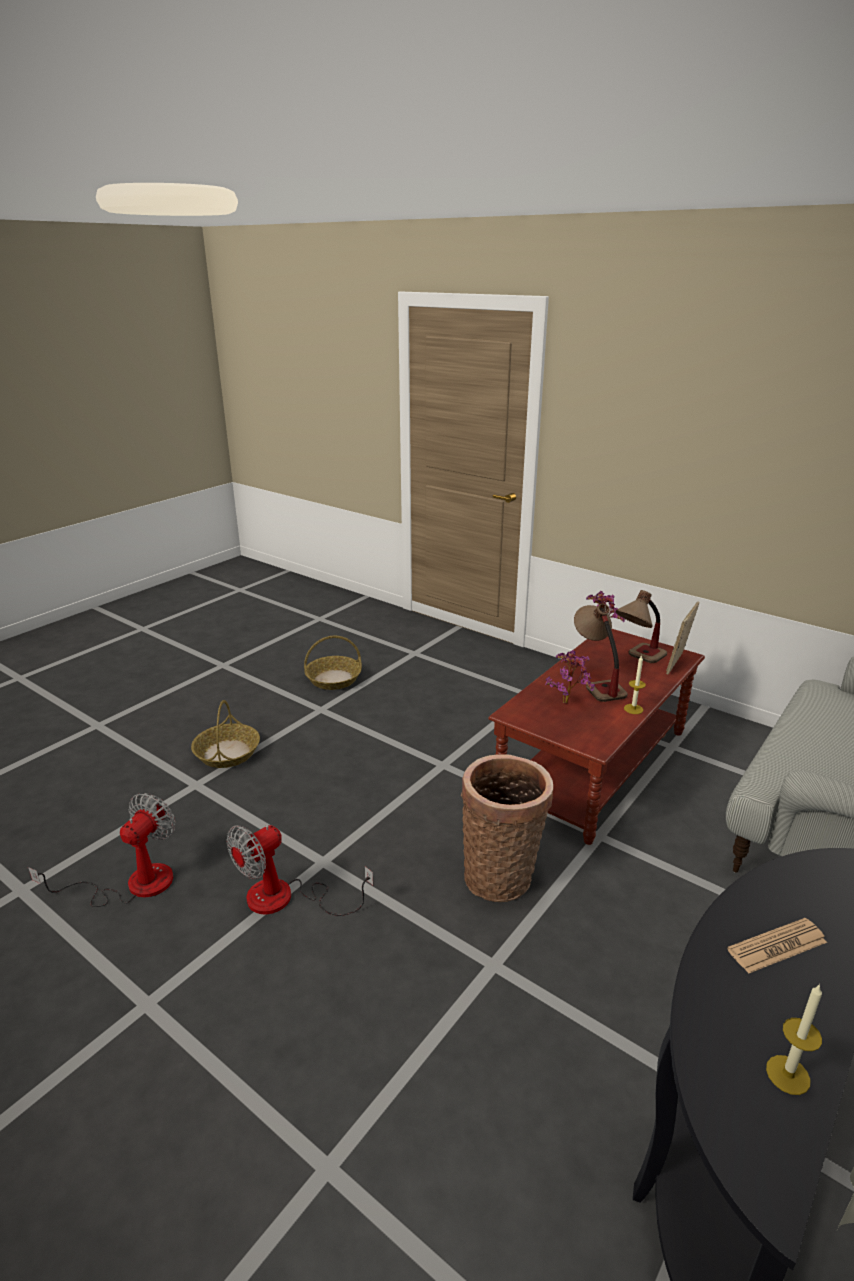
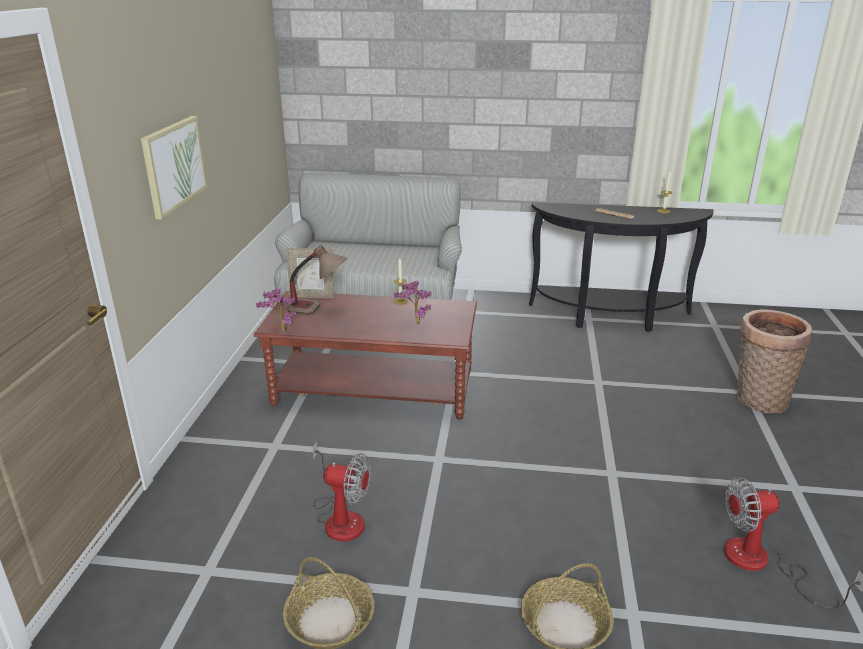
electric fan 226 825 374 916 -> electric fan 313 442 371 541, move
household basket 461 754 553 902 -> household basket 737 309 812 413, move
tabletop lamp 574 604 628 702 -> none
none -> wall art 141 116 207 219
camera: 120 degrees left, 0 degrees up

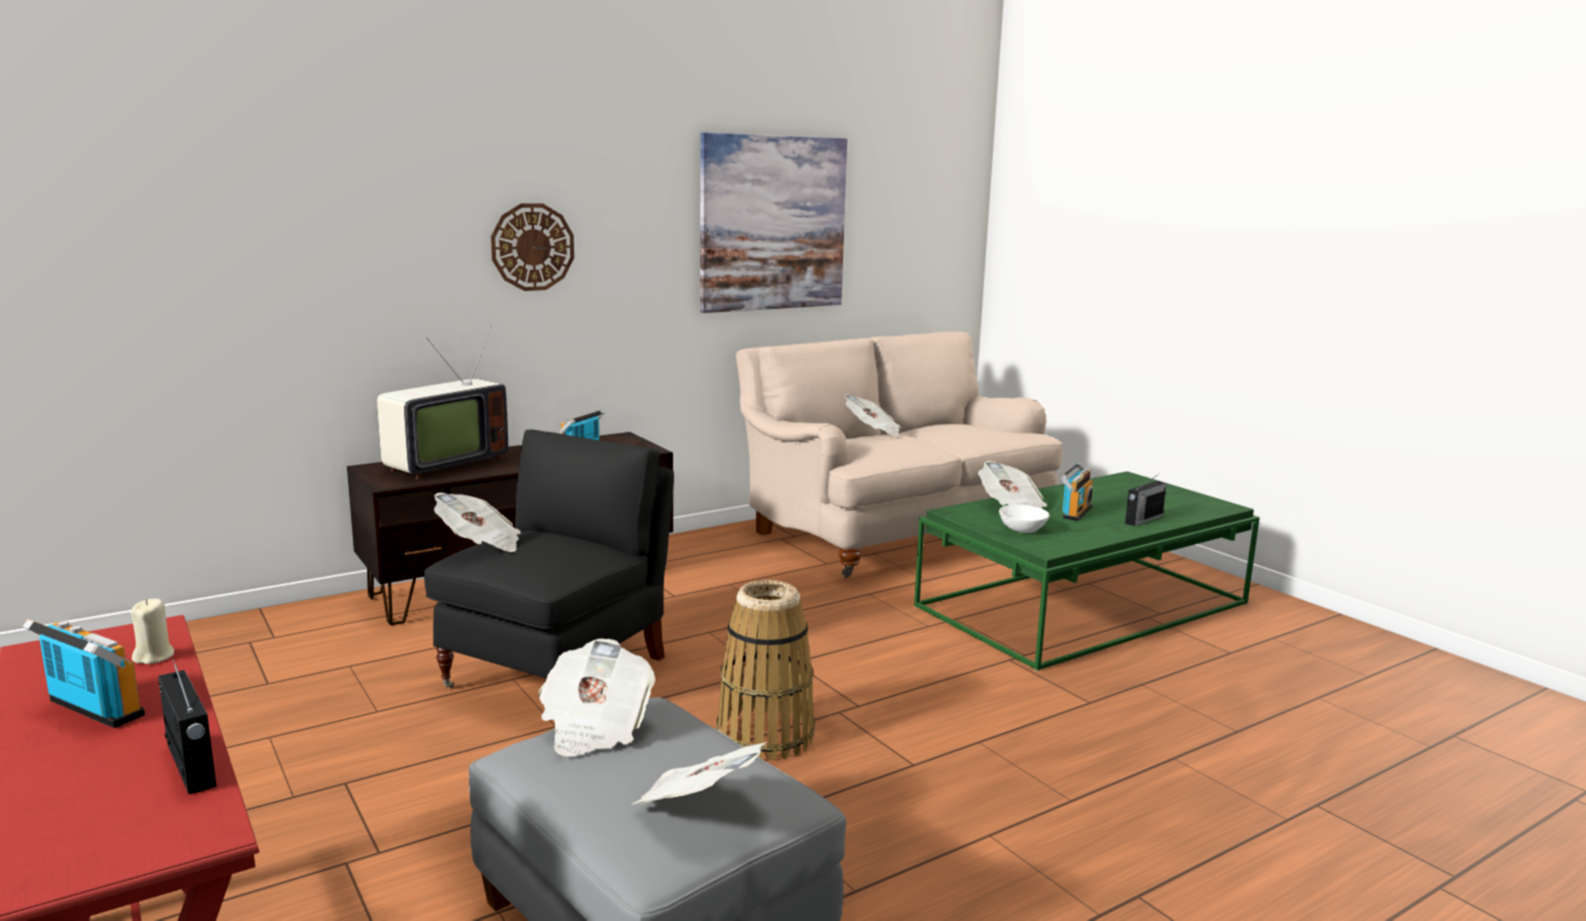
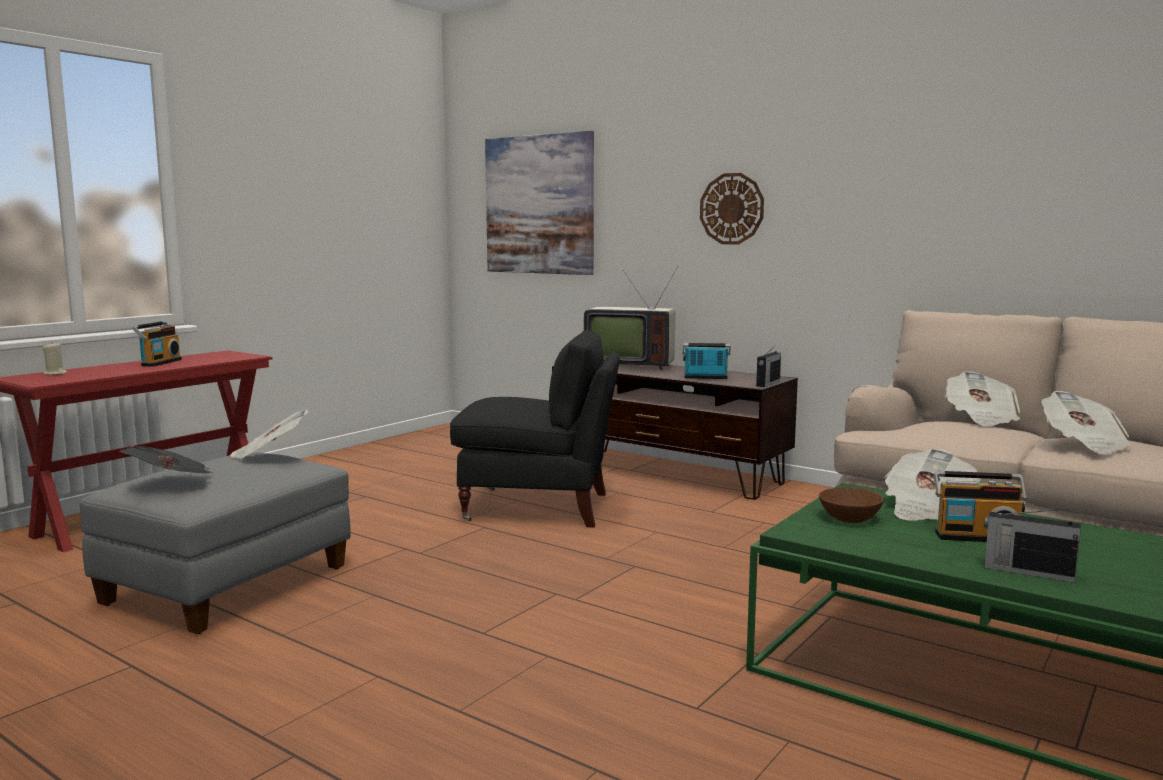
sand-coloured wax candle 131 599 174 664 -> sand-coloured wax candle 43 342 67 375, move
radio set 158 658 217 794 -> radio set 756 350 781 387, move
daily paper 434 493 521 552 -> daily paper 1041 391 1133 455, move
wall art 700 132 847 313 -> wall art 485 130 594 275, move
household basket 716 580 815 761 -> none
white bowl 999 504 1049 533 -> brown-coloured bowl 819 487 884 523
camera: 70 degrees right, 5 degrees down

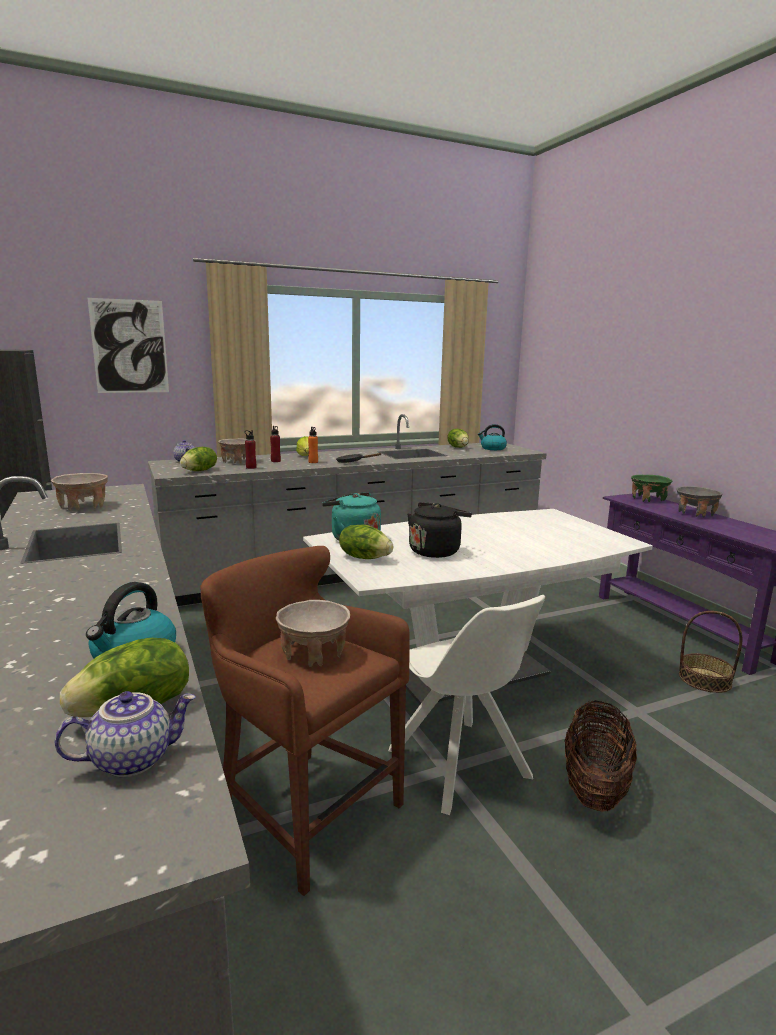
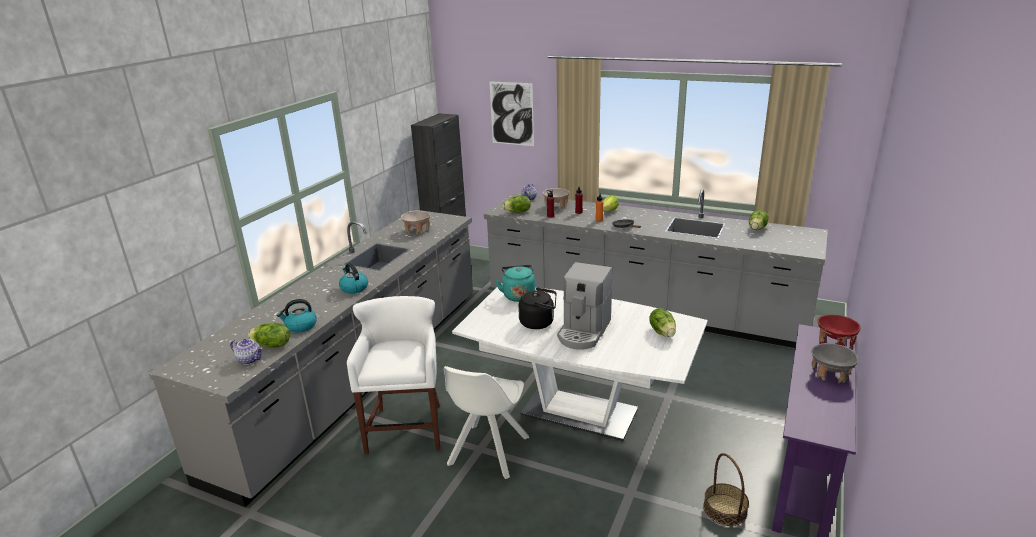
brown-coloured stool 200 546 409 896 -> white stool 347 296 440 454
sand-coloured bowl 276 600 350 667 -> none
head of lettuce 339 525 393 559 -> head of lettuce 649 308 676 337, move
water kettle 478 424 507 450 -> water kettle 339 263 368 294, move
household basket 565 700 637 812 -> none
green-coloured bowl 631 475 672 502 -> reddish bowl 818 315 861 348
none -> coffee maker 557 262 612 350
camera: 50 degrees right, 10 degrees up

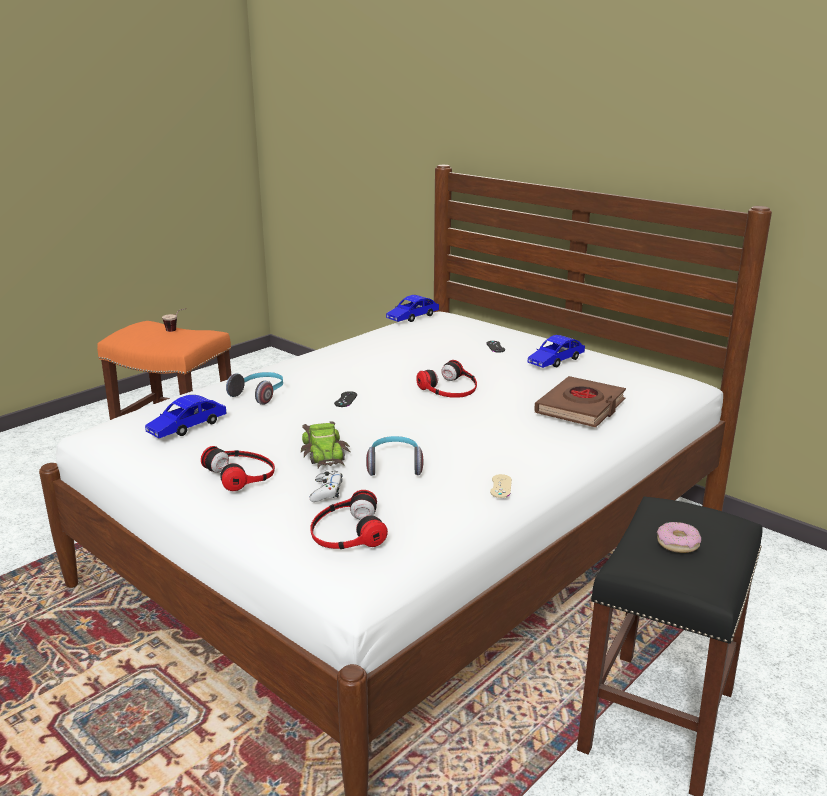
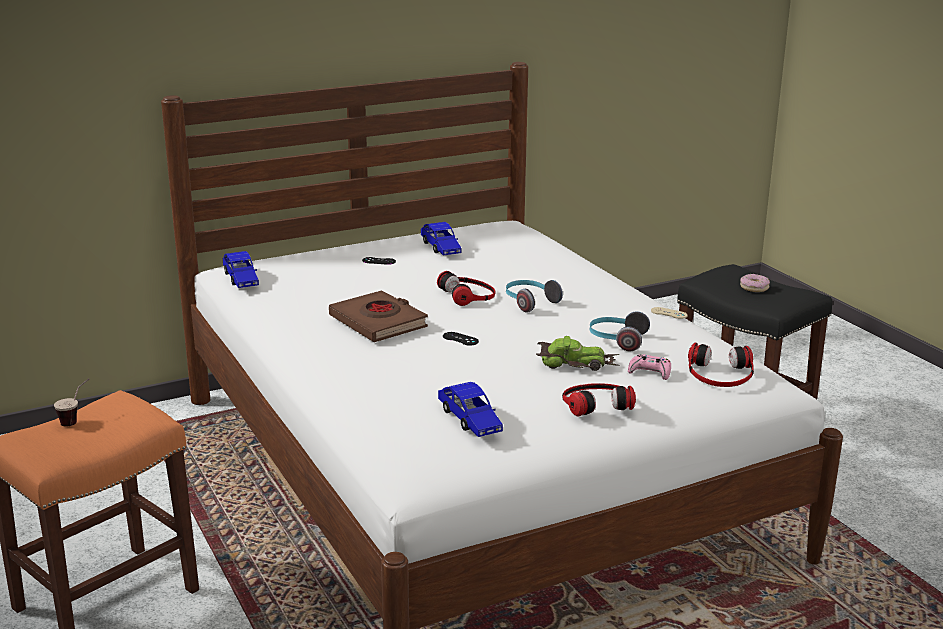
pair of headphones 226 372 283 405 -> pair of headphones 506 280 563 313, move
white gamepad 310 470 342 502 -> pinkish gamepad 628 354 671 380
brown-coloured bound book 534 376 626 427 -> brown-coloured bound book 329 290 428 342, move
camera: 70 degrees left, 0 degrees up

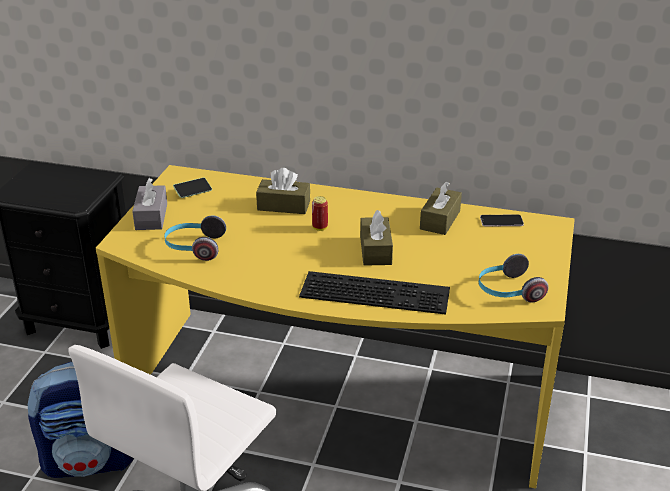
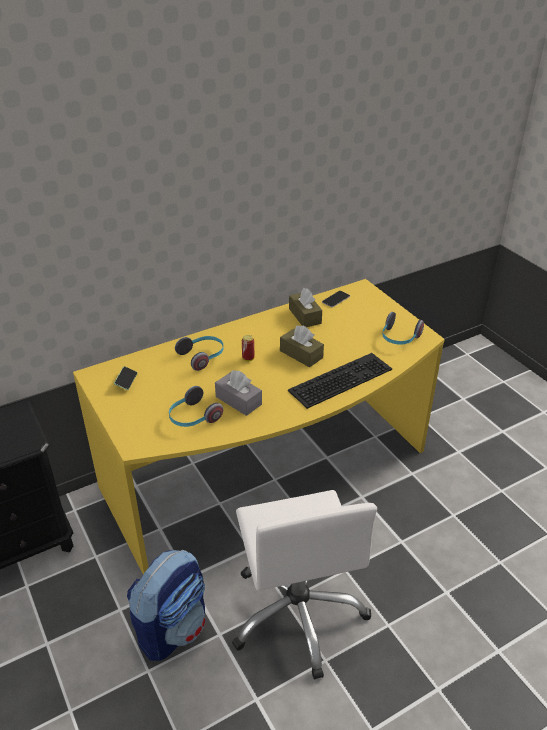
greyish tissue box 132 178 167 230 -> greyish tissue box 215 370 262 416, move
brown-coloured tissue box 256 168 310 214 -> pair of headphones 175 336 224 371
camera: 45 degrees left, 5 degrees up

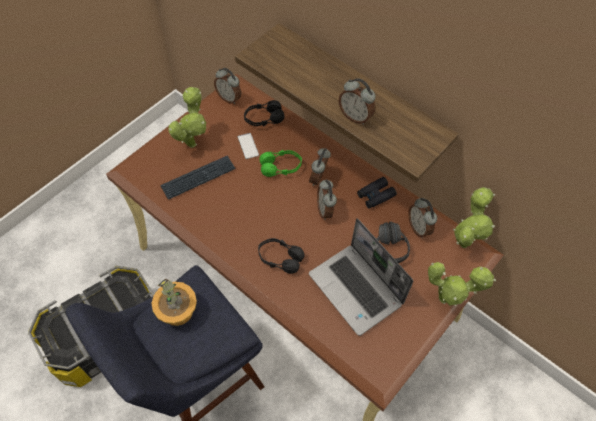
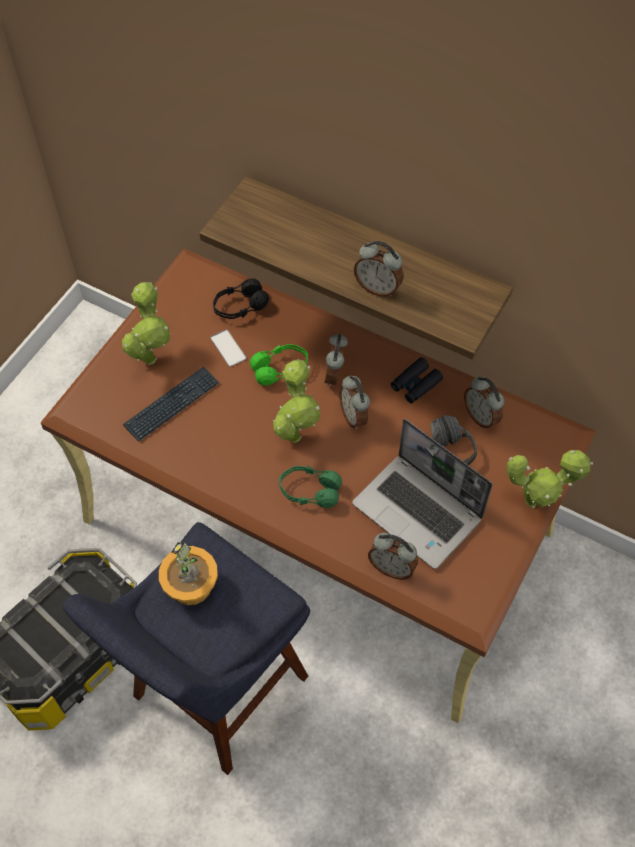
alarm clock 214 68 241 104 -> alarm clock 368 533 418 580, move
blackish pair of headphones 258 238 305 274 -> green-coloured pair of headphones 279 466 342 508
plant in a pot 453 187 495 248 -> plant in a pot 273 359 321 443, move
camera: 10 degrees left, 0 degrees up

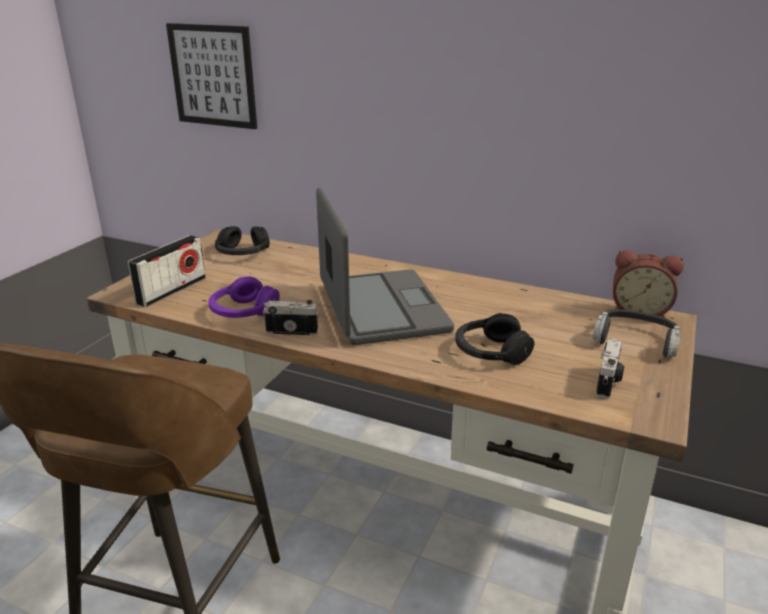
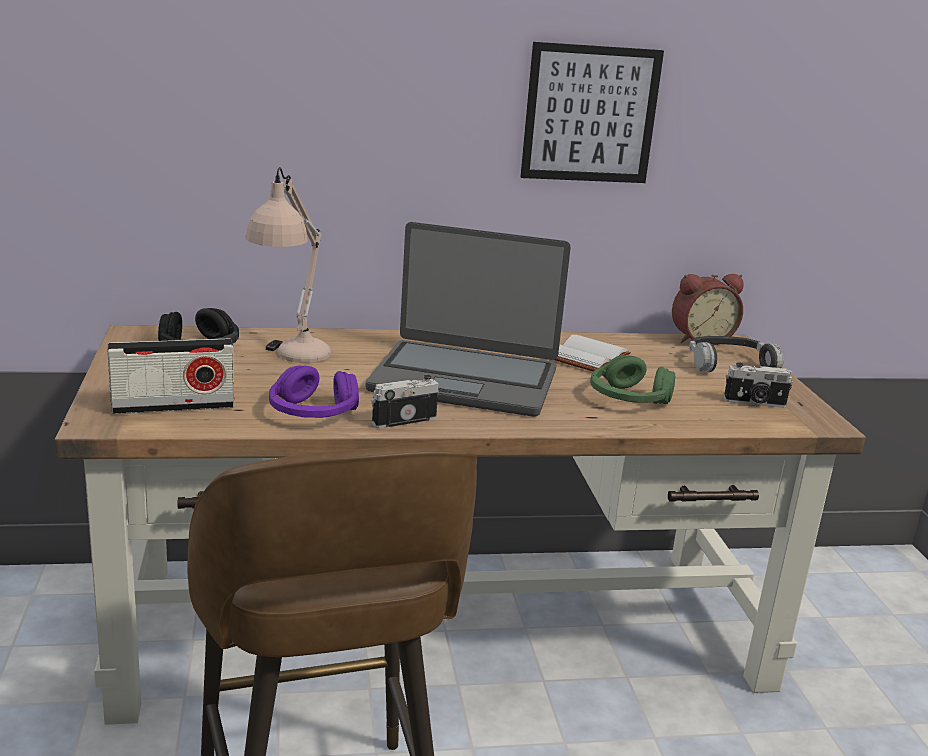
radio set 128 235 206 307 -> radio set 107 338 234 414, 75 degrees clockwise
wall art 166 23 257 129 -> wall art 520 42 664 183, move
notebook computer 316 187 454 345 -> notebook computer 366 222 571 417, 150 degrees clockwise
blackish pair of headphones 455 313 535 365 -> green-coloured pair of headphones 590 355 675 404
still camera 596 339 624 399 -> still camera 724 362 793 408, 105 degrees clockwise
none -> sand-coloured tabletop lamp 245 167 331 363
none -> white bound book 555 335 631 371
camera: 35 degrees left, 5 degrees down

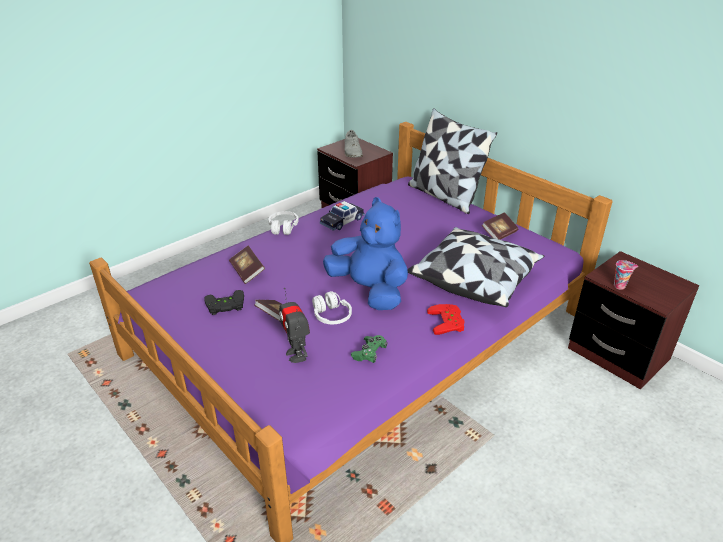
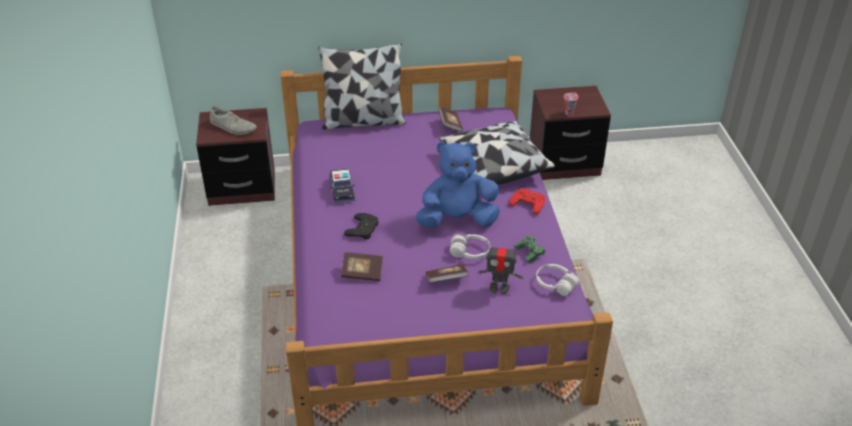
blackish gamepad 204 290 244 315 -> blackish gamepad 344 213 379 239, move
white pair of headphones 269 211 299 235 -> white pair of headphones 536 264 579 296, move
camera: 55 degrees left, 5 degrees up

